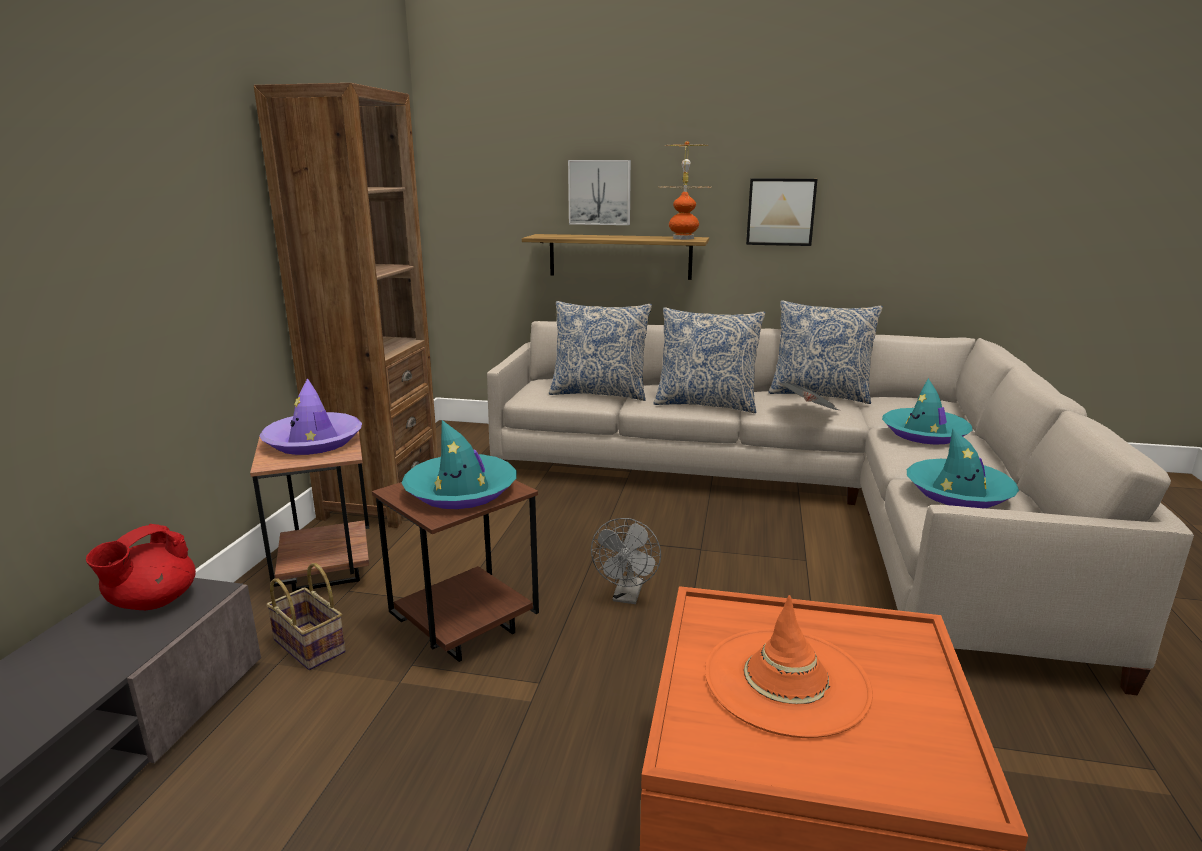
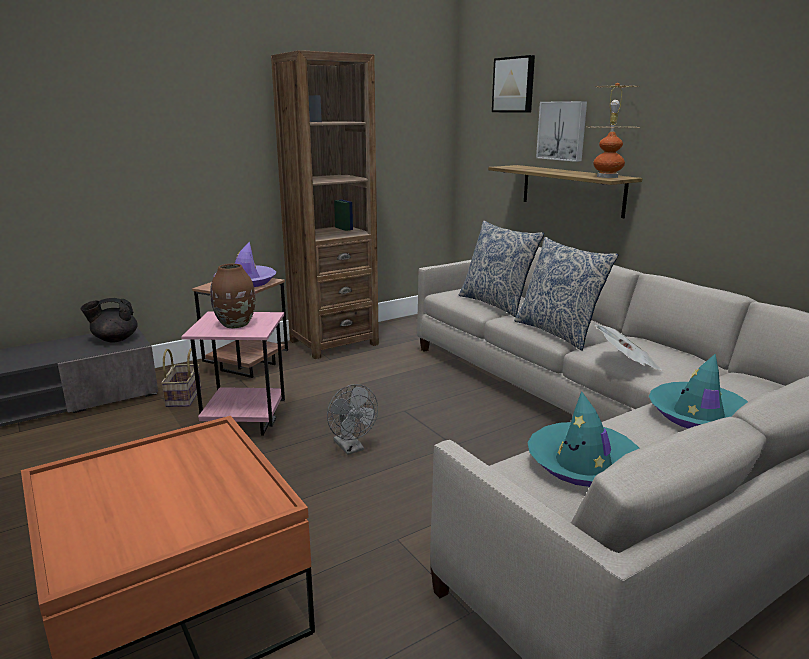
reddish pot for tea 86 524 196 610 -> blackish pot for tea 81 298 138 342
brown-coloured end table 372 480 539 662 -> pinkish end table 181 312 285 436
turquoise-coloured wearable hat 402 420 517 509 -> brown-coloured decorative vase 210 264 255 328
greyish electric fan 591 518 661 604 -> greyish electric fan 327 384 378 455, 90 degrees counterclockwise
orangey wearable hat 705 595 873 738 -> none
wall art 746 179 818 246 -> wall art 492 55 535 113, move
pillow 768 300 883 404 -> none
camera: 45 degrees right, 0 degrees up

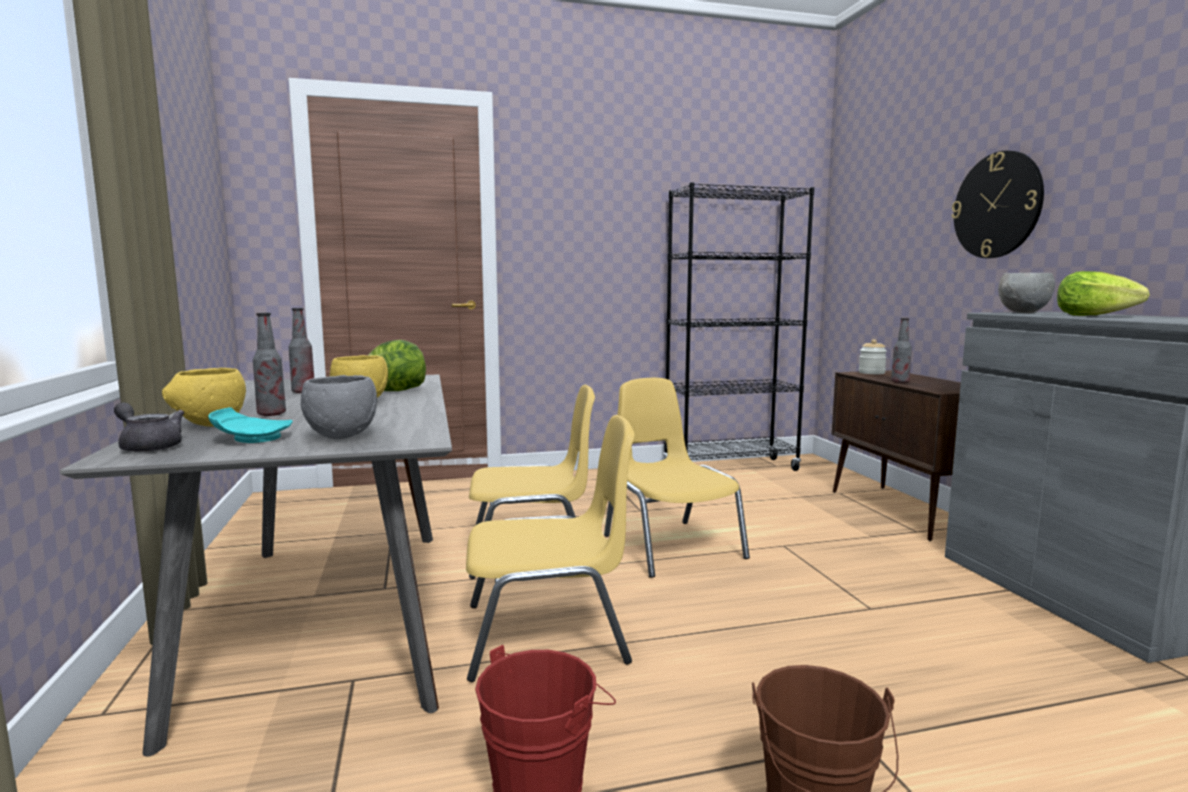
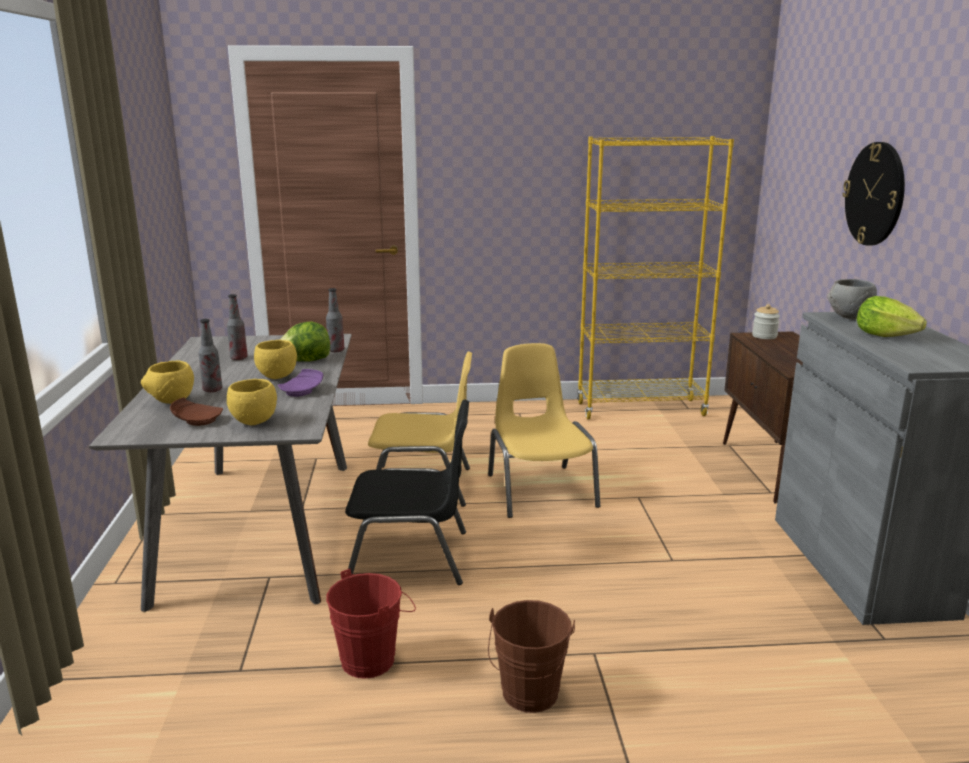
greyish pot for tea 114 402 184 452 -> none
turquoise-coloured flat dish 209 407 293 443 -> brown-coloured flat dish 170 397 223 426
greyish bowl 301 375 377 439 -> yellow bowl 227 379 277 425
yellow upright chair 466 415 634 682 -> blackish upright chair 345 399 469 585
blackish bookcase 663 182 814 471 -> yellow bookcase 577 136 734 419
beverage bottle 891 318 912 383 -> beverage bottle 326 288 344 352, move
none -> purple-coloured flat dish 278 369 323 397
camera: 10 degrees right, 10 degrees up

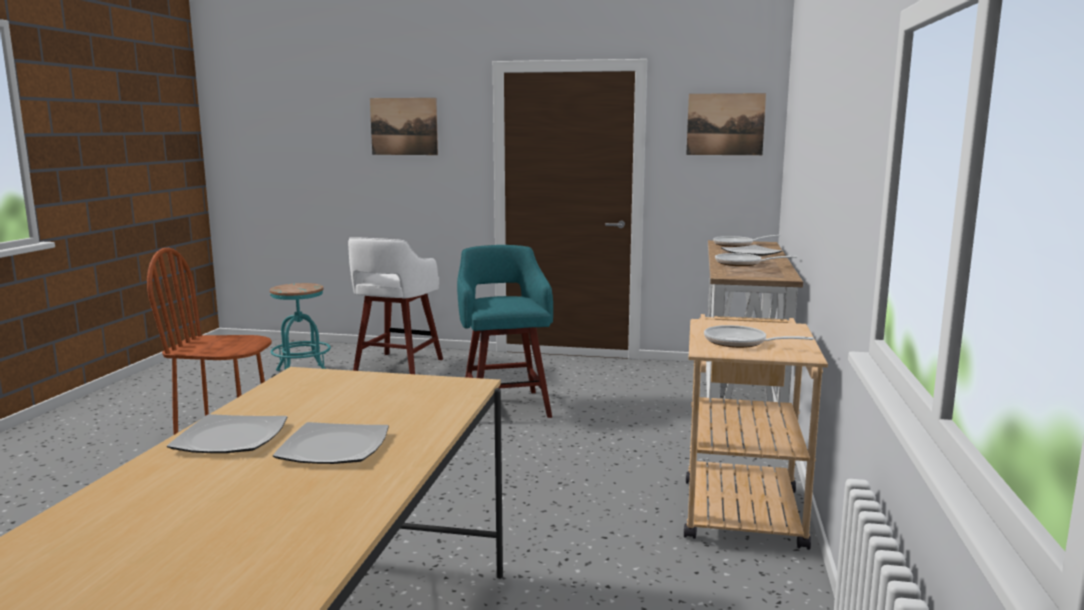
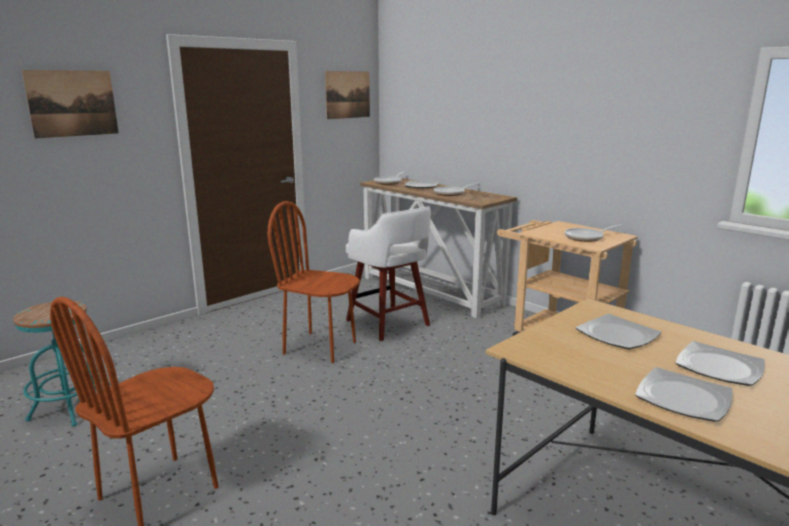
white stool 348 237 443 374 -> white stool 346 206 431 341, move
turquoise-coloured stool 457 245 553 418 -> brown-coloured upright chair 268 201 360 363
none -> flat dish 576 314 662 349
camera: 55 degrees left, 5 degrees up

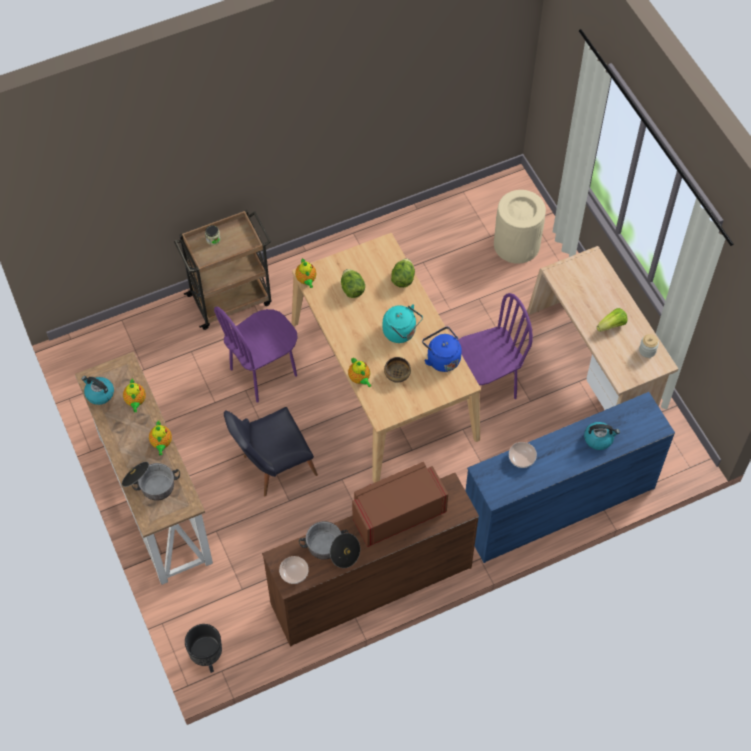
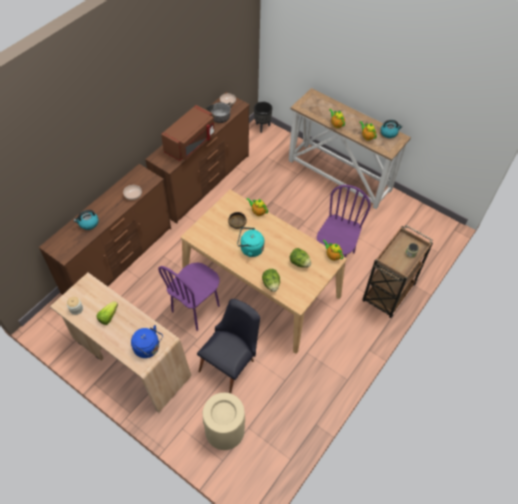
stockpot 122 462 180 501 -> none
blackish upright chair 224 407 318 496 -> blackish upright chair 197 299 260 393, move
blue-coloured water kettle 422 327 462 372 -> blue-coloured water kettle 131 325 163 358, move
blue-coloured drawer chest 466 392 675 563 -> brown-coloured drawer chest 39 164 171 295
camera: 150 degrees right, 5 degrees down

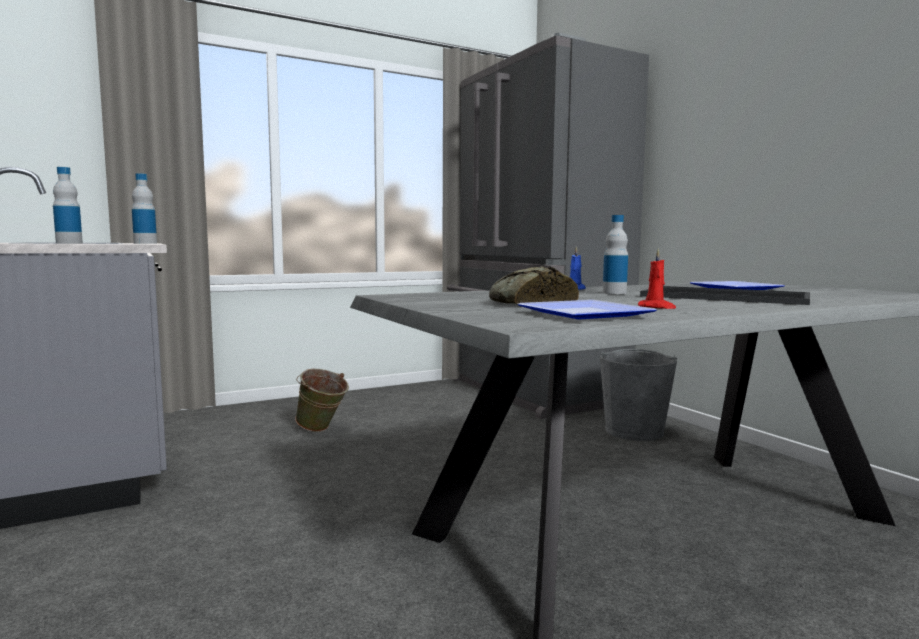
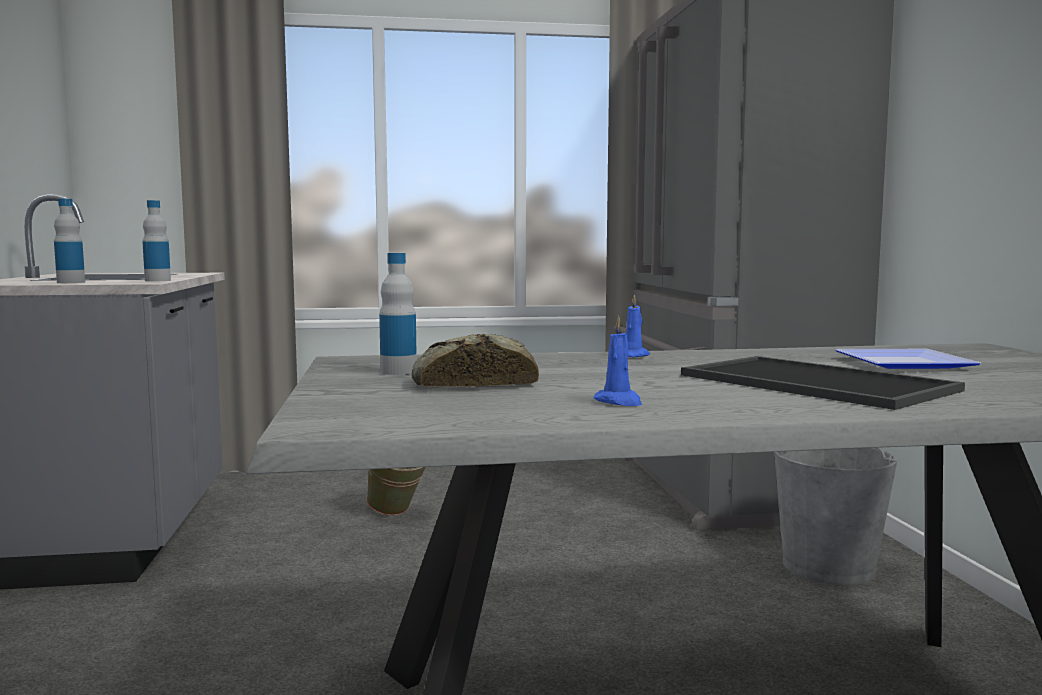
flat dish 518 300 657 320 -> none
beverage bottle 603 215 628 294 -> beverage bottle 379 253 417 375, move
reddish wax candle 638 248 676 309 -> blue-coloured wax candle 593 316 642 406
camera: 20 degrees right, 0 degrees up

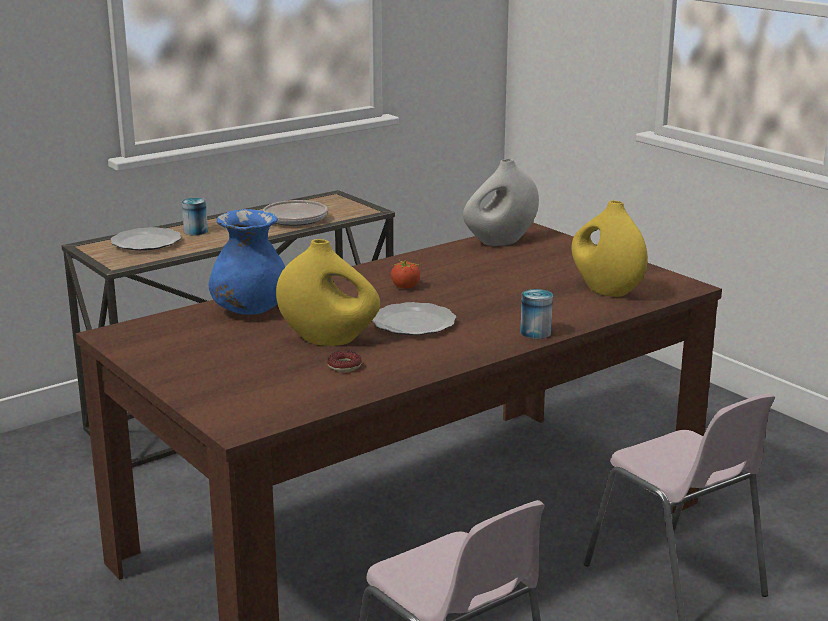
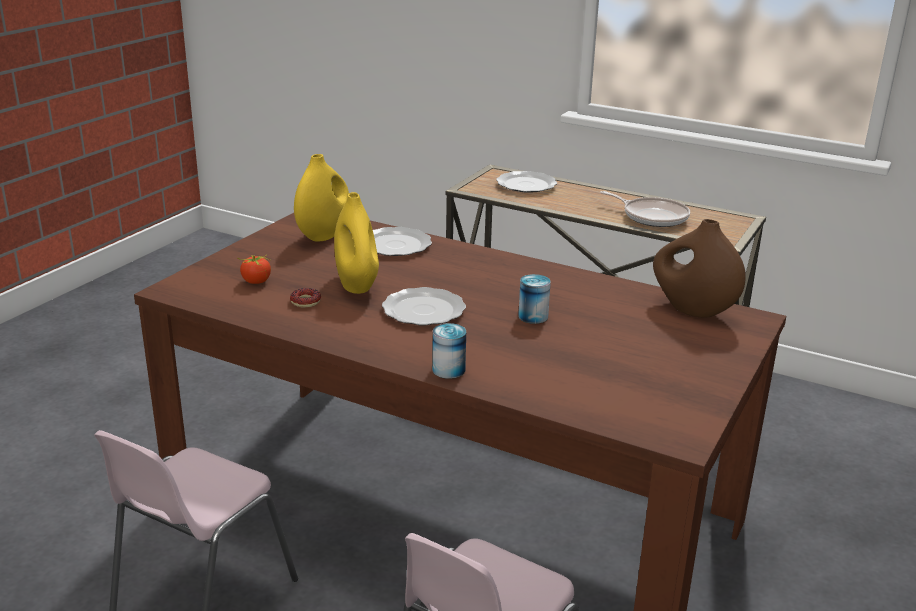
can 182 198 208 235 -> can 518 274 551 324, move
blue-coloured decorative vase 209 209 285 315 -> flat dish 373 227 432 256
fresh tomato 391 260 420 289 -> fresh tomato 237 255 271 284, move
white decorative vase 463 159 539 246 -> brown-coloured decorative vase 653 219 746 318
yellow decorative vase 572 200 648 297 -> yellow decorative vase 294 154 349 242, move
camera: 65 degrees right, 5 degrees up

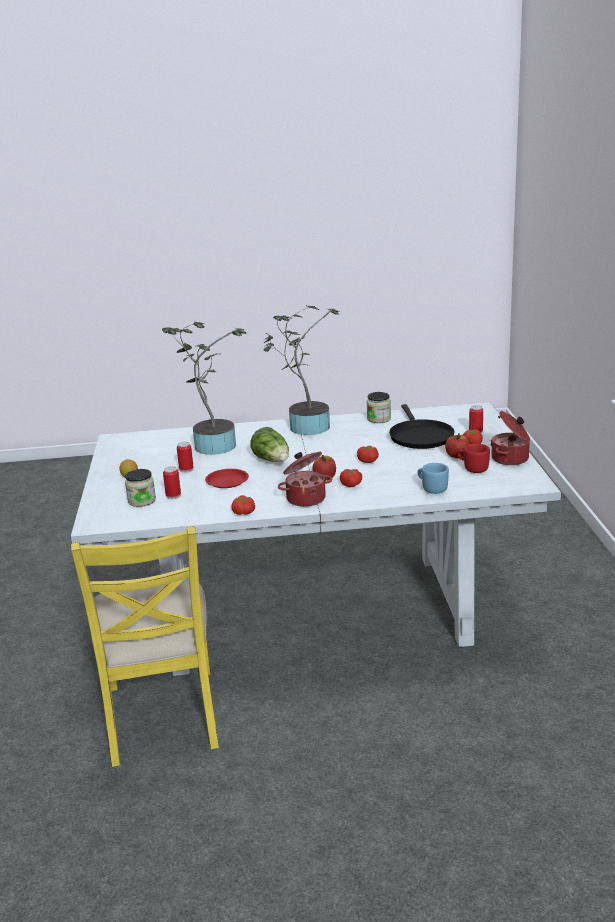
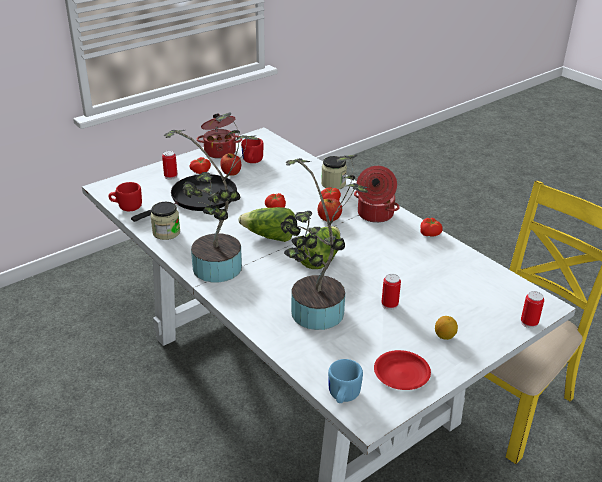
storage jar 125 469 156 507 -> storage jar 321 156 347 190, move
can 163 466 181 499 -> can 521 291 544 328, move
reddish flat dish 205 469 249 488 -> reddish flat dish 374 350 431 390, move
blue-coloured mug 418 463 449 494 -> blue-coloured mug 328 359 363 403, move
none -> reddish mug 109 182 142 211
none -> head of lettuce 239 207 295 242
camera: 125 degrees left, 10 degrees up

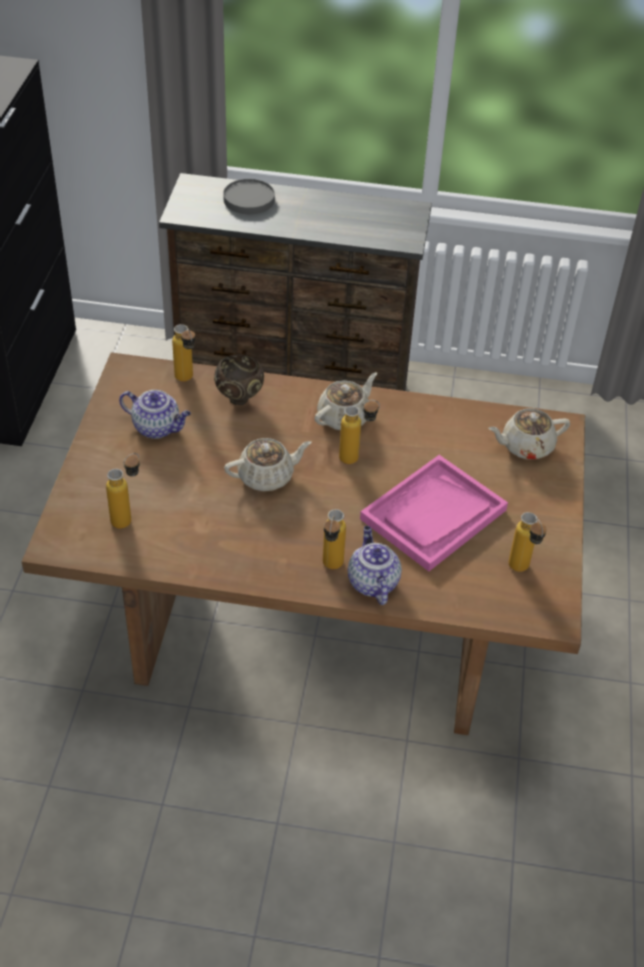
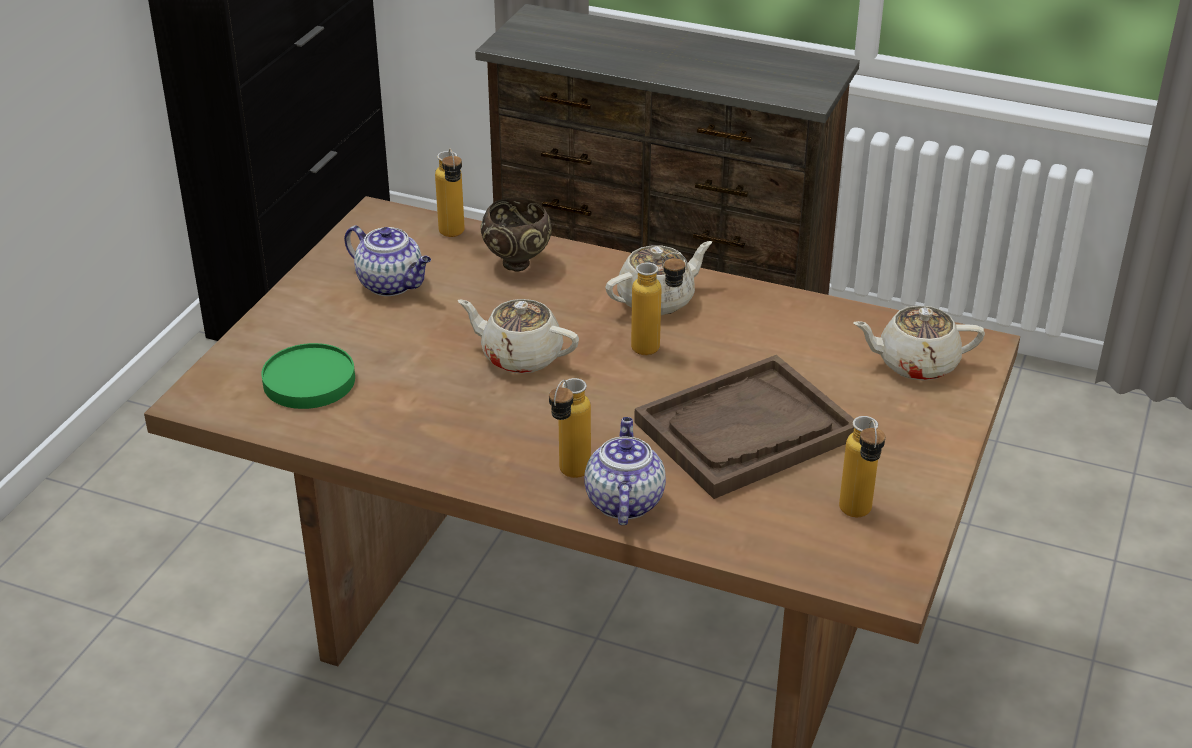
beverage bottle 106 453 140 529 -> green-coloured flat dish 261 343 355 409
greyish flat dish 223 179 275 214 -> none
sand-coloured pot for tea 224 438 312 491 -> sand-coloured pot for tea 458 299 579 374, 150 degrees counterclockwise
pinkish carrying tray 360 455 508 571 -> brown-coloured carrying tray 634 355 854 499
camera: 15 degrees right, 10 degrees down

